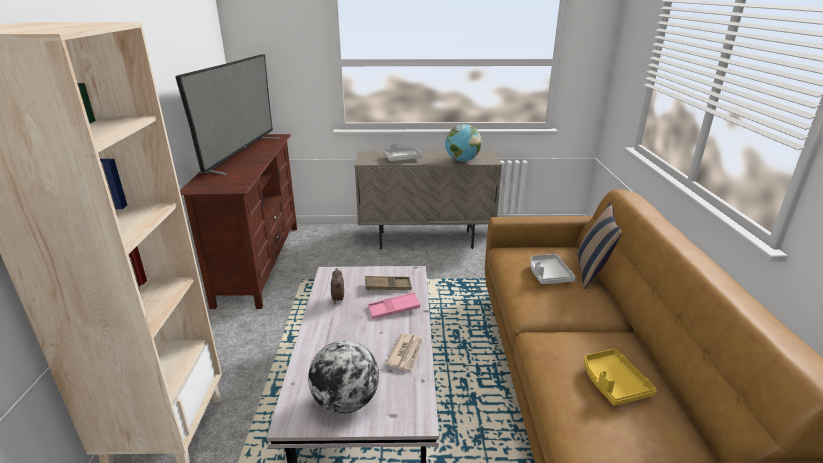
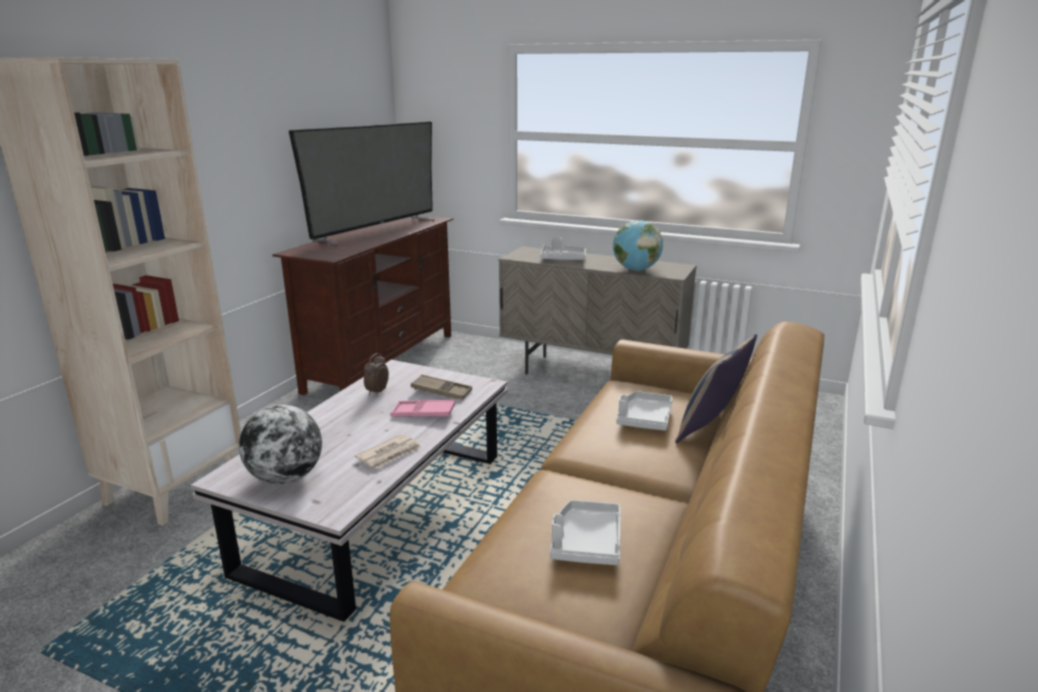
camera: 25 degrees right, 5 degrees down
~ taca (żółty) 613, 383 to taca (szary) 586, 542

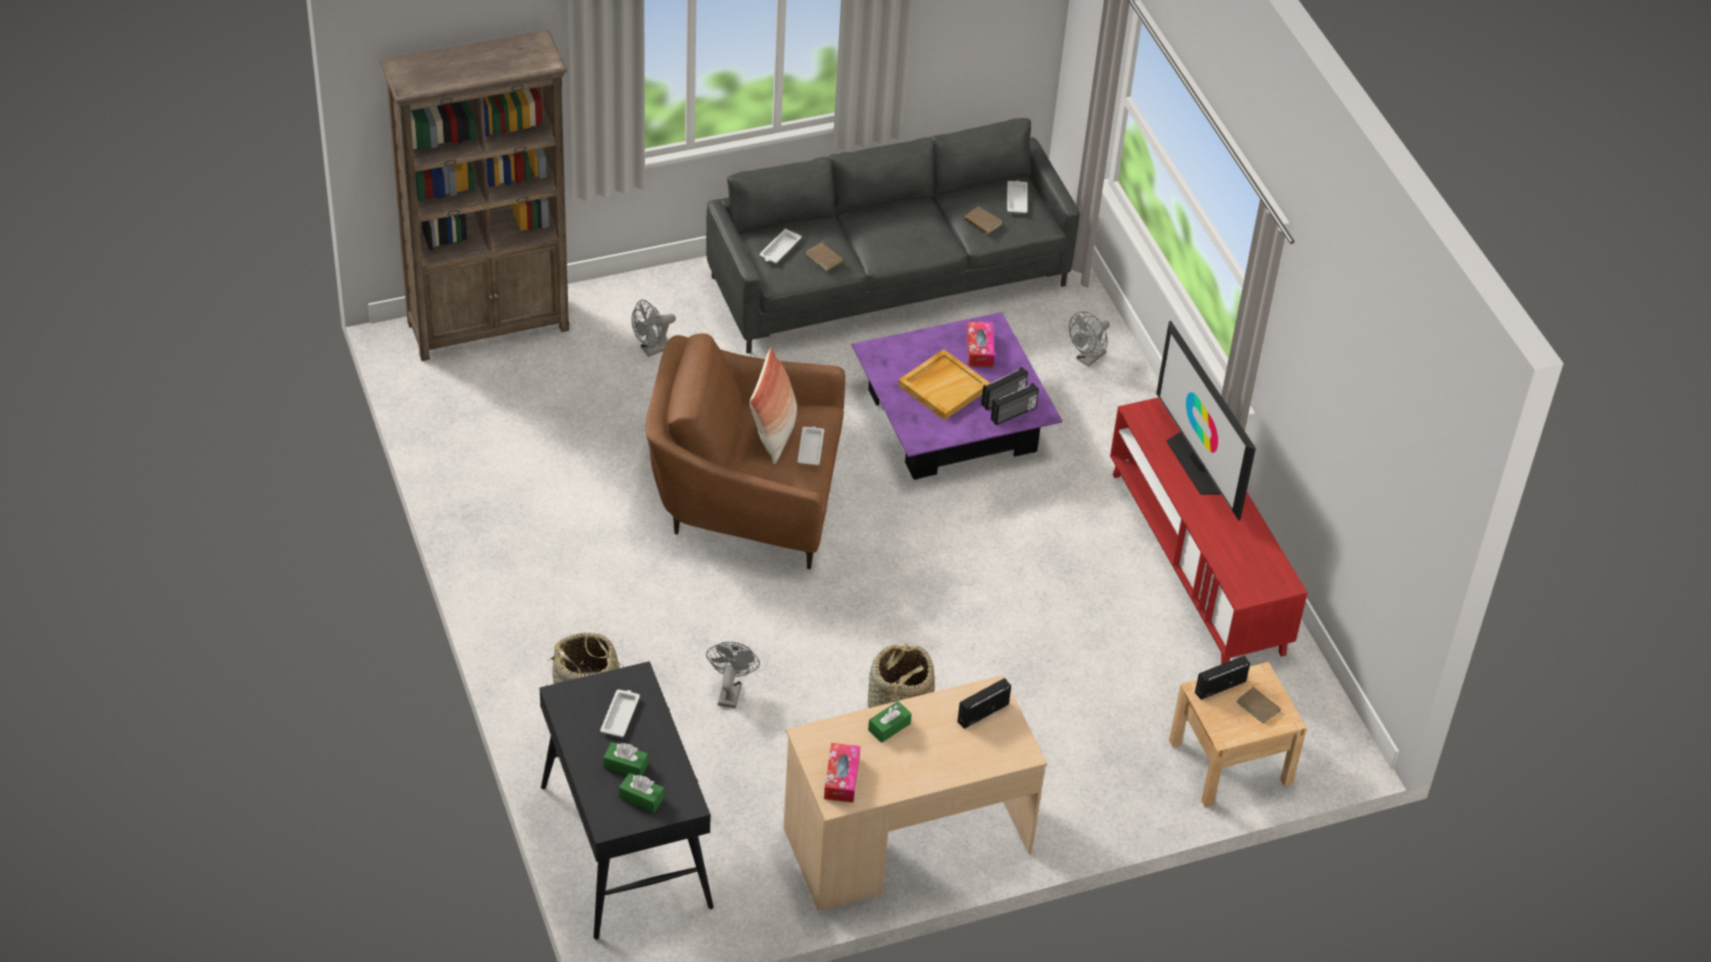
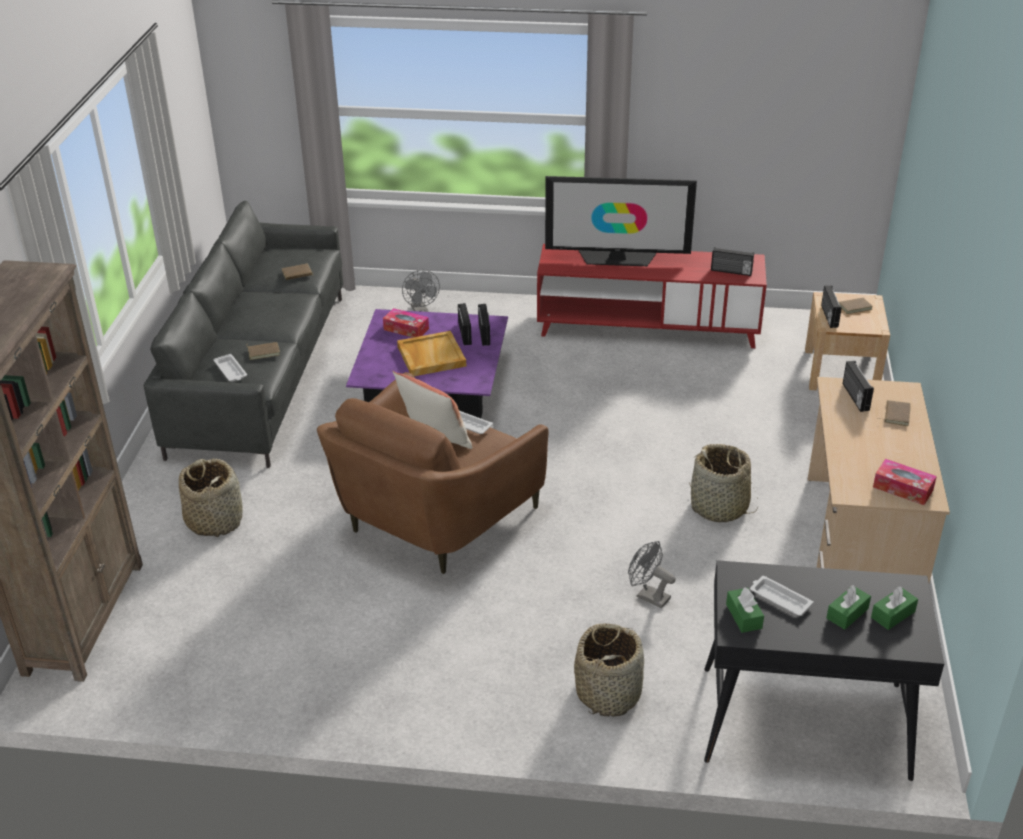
camera: 60 degrees left, 10 degrees down
~ wentylator (szary) 652, 350 to koszyk 215, 520
+ radio 731, 271
~ pudełko chusteczek (zielony) 889, 727 to 744, 616
+ książka (brązowy) 895, 414
- taca (biały) 1017, 199

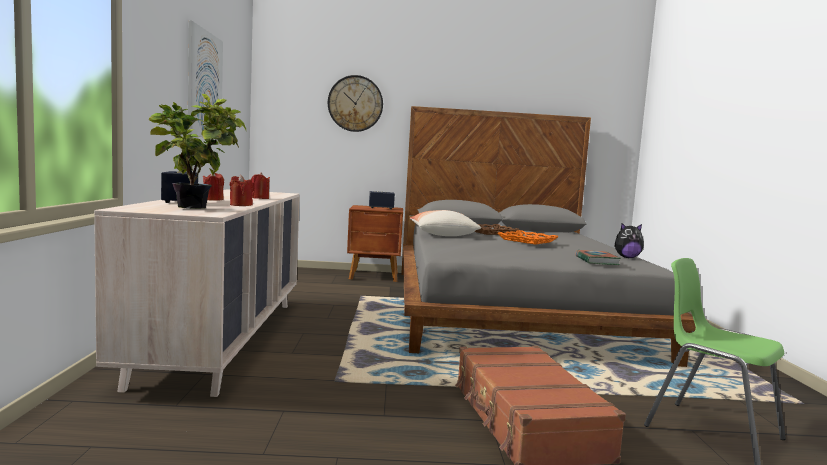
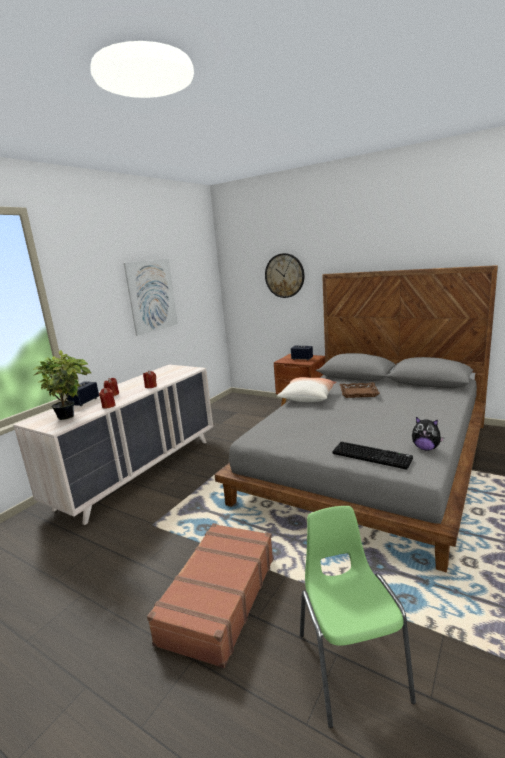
camera: 35 degrees right, 10 degrees up
~ książka 596, 261 to klawiatura 372, 456
- taca (pomarańczowy) 527, 241

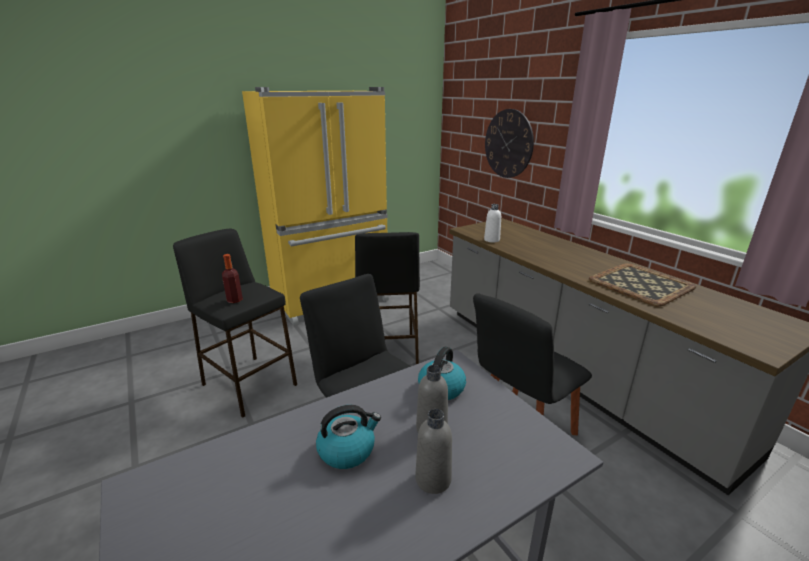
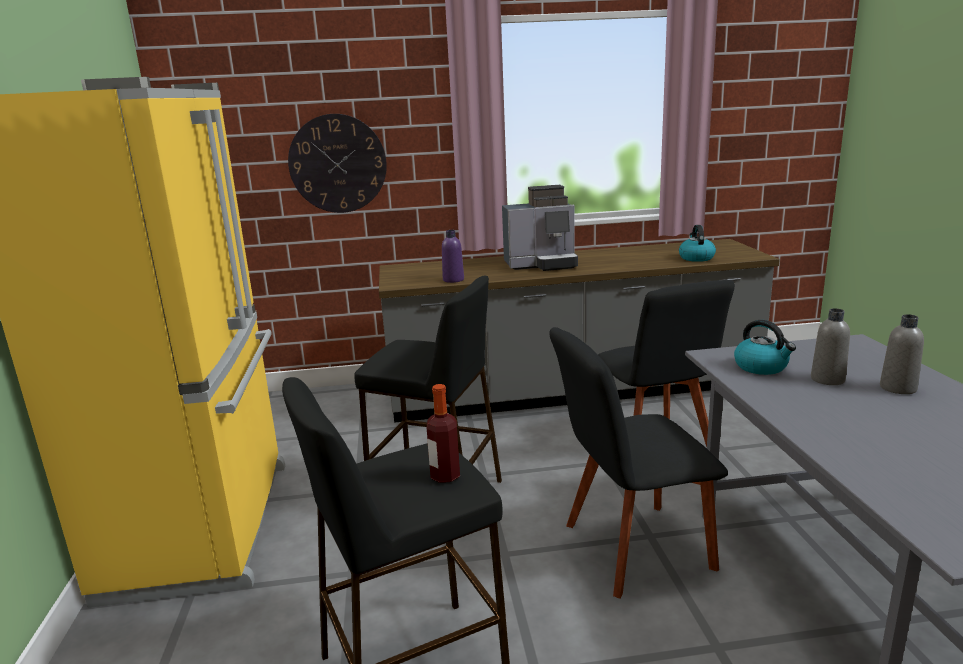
camera: 65 degrees left, 5 degrees down
~ butelka (biały) 491, 240 to butelka (fioletowy) 453, 280
+ ekspres do kawy 542, 264
~ czajnik 347, 450 to 696, 258
- taca 641, 284

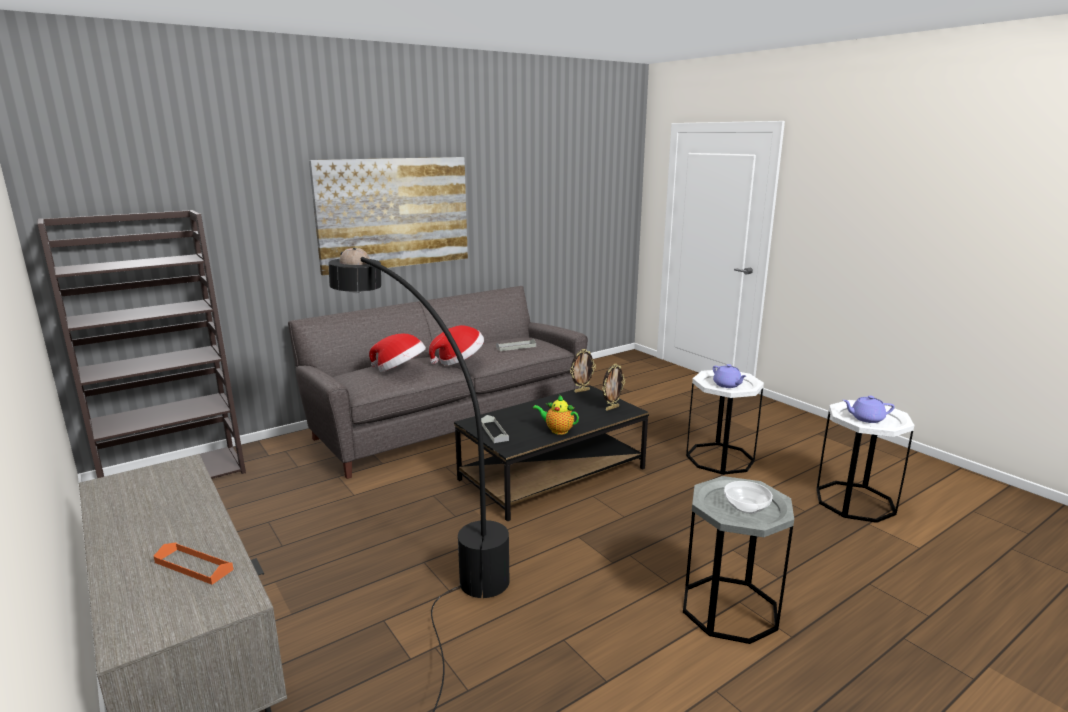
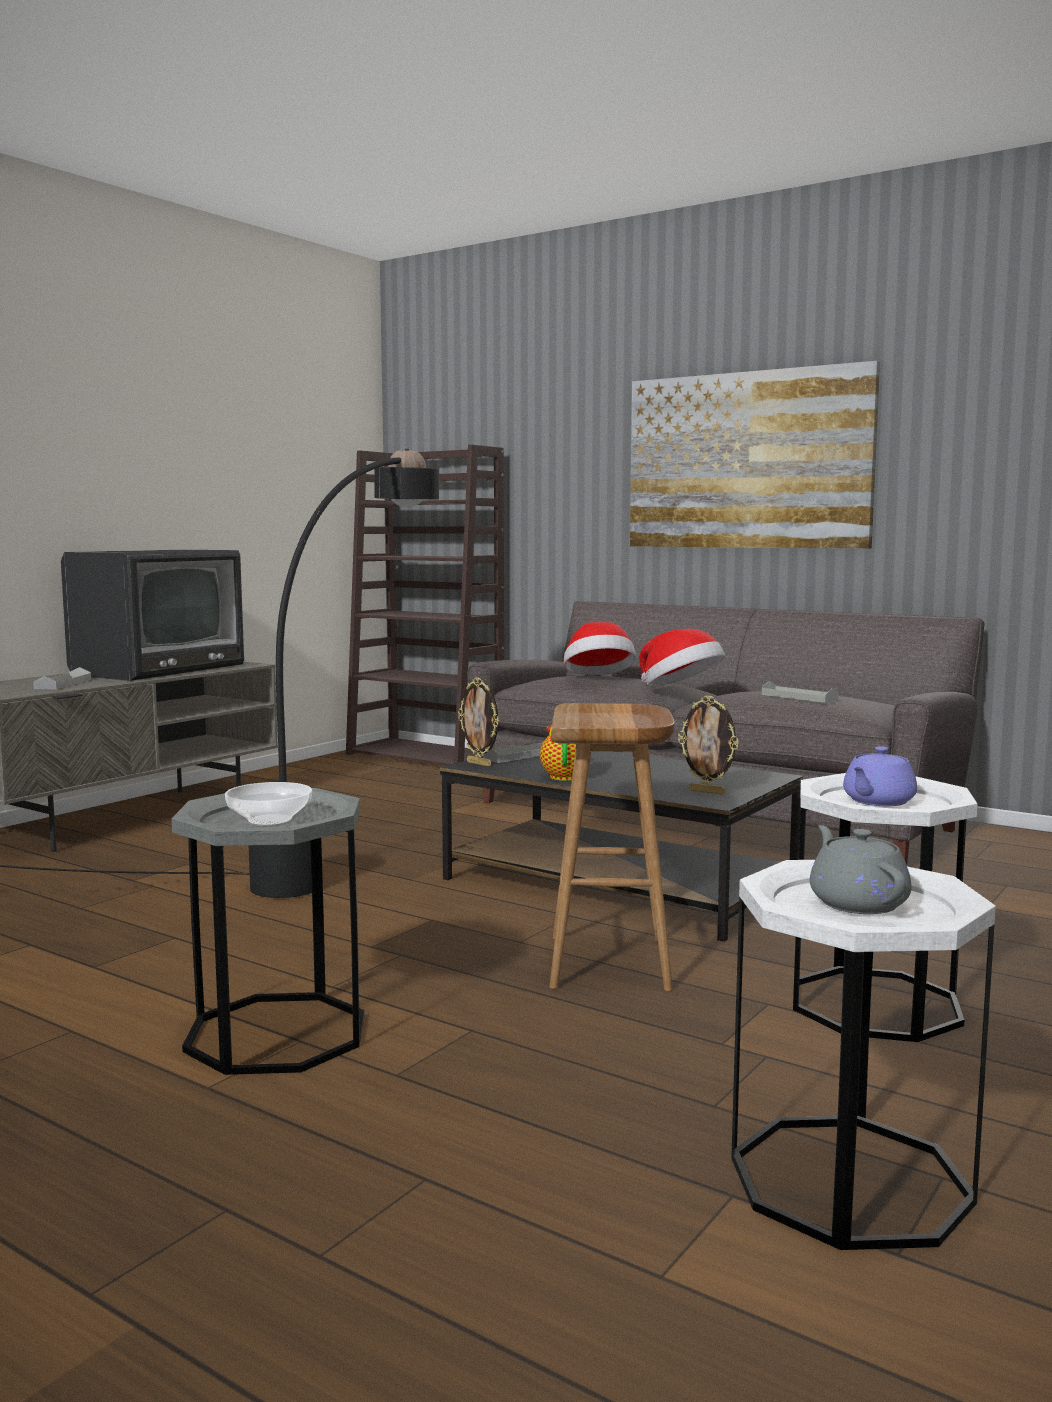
camera: 70 degrees right, 10 degrees down
~ taca (pomarańczowy) 193, 566 to taca (szary) 63, 684
+ telewizor 158, 669
~ ramka na zdjęcie 581, 391 to 480, 764
+ stołek (brązowy) 611, 963
~ imbryk (fioletowy) 866, 418 to imbryk (szary) 857, 903

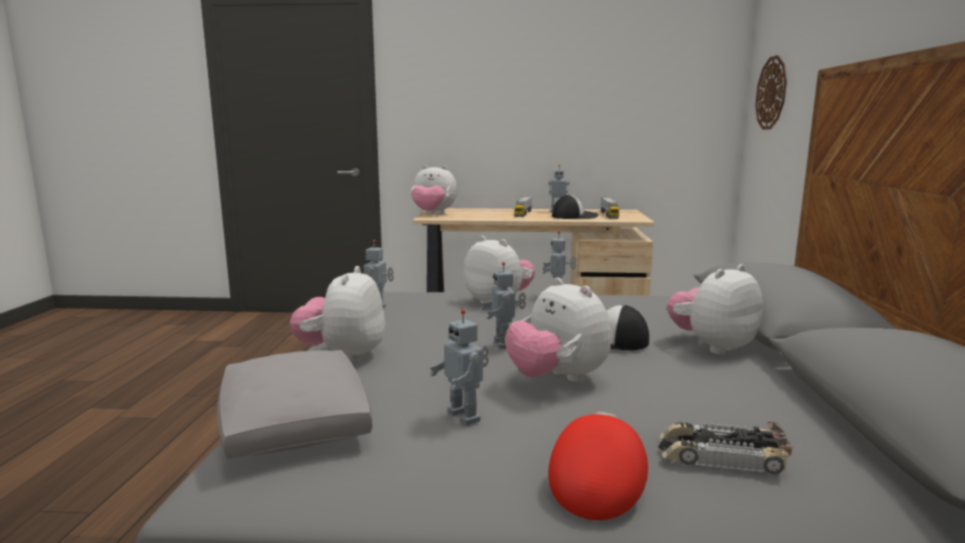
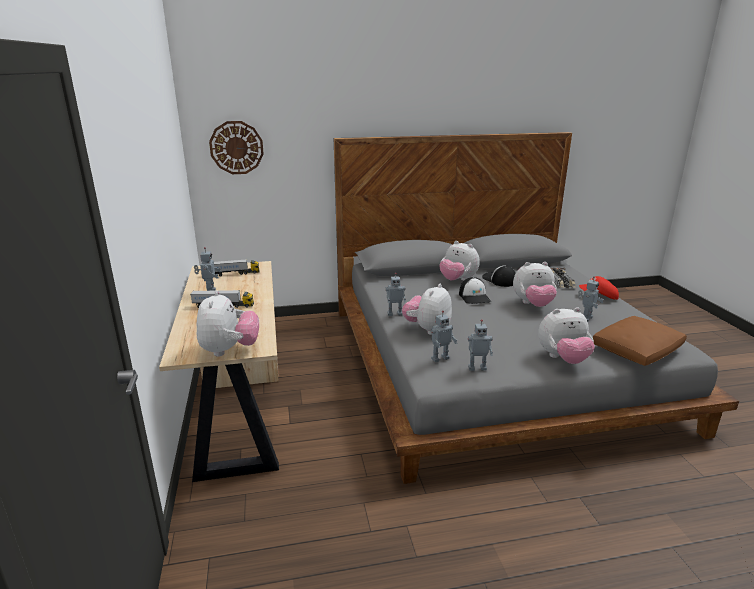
camera: 105 degrees left, 10 degrees up
~ robot zabawkowy 504, 344 to 439, 358
~ czapka z daszkiem 574, 216 to 499, 280
~ pluszak 557, 379 = 533, 304 45 degrees clockwise
~ poduszka (szary) 295, 424 to poduszka (brązowy) 637, 350

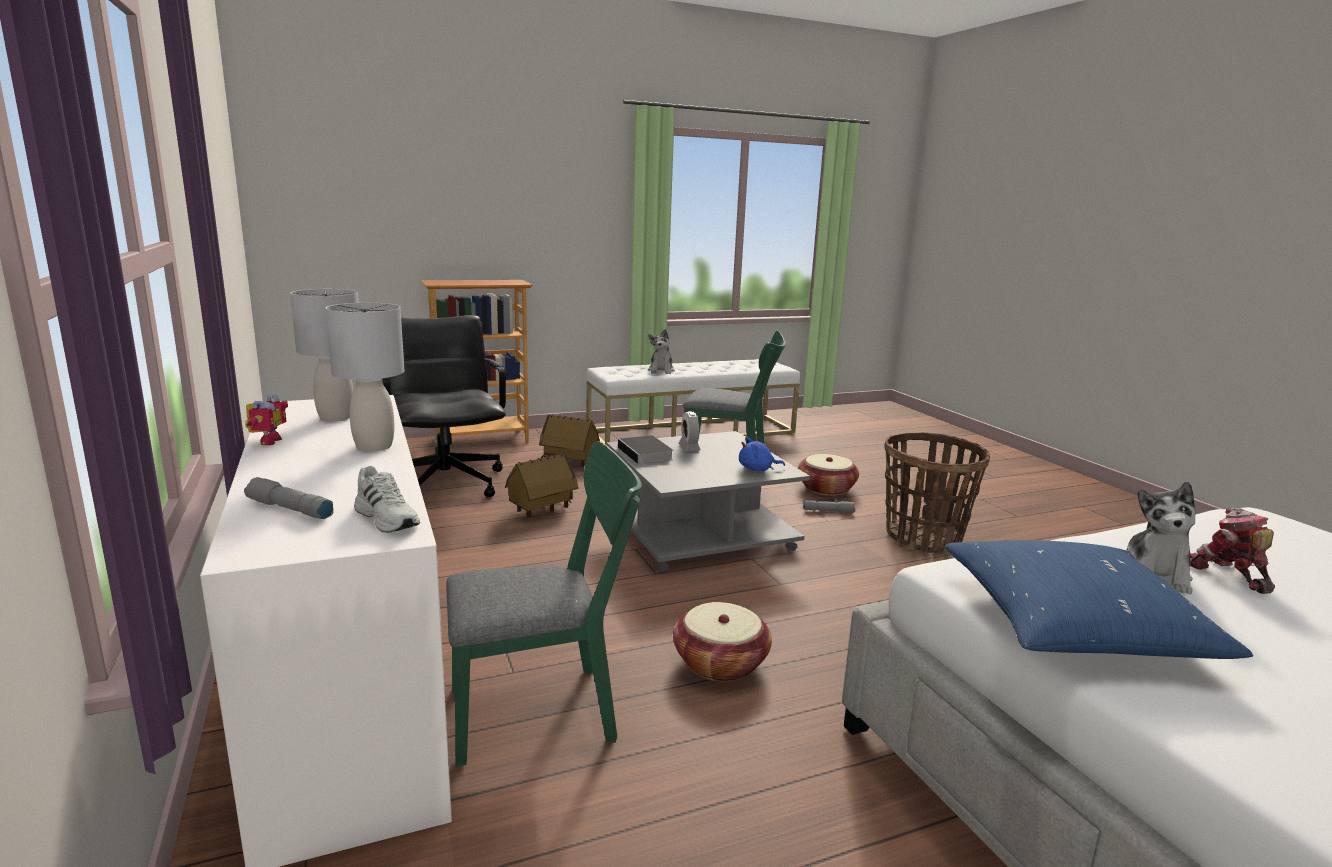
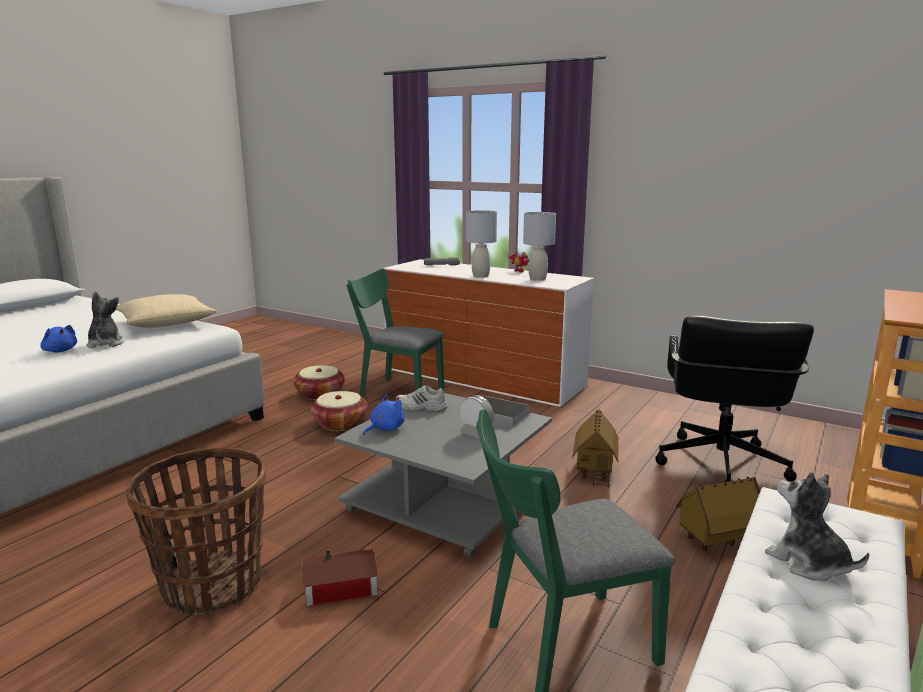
camera: 145 degrees right, 0 degrees up
~ robot zabawkowy 1228, 574 to pluszak (niebieski) 60, 351
~ poduszka (niebieski) 1073, 625 to poduszka (beżowy) 166, 323
~ koszyk 826, 489 to 320, 394
~ latarka (szary) 828, 511 to domek 343, 588
~ krzesło (zielony) 546, 711 = 396, 391 75 degrees clockwise
~ but (biały) 388, 518 to 421, 408
~ krzesło biurowe (czarny) 446, 483 = 719, 464 75 degrees clockwise

